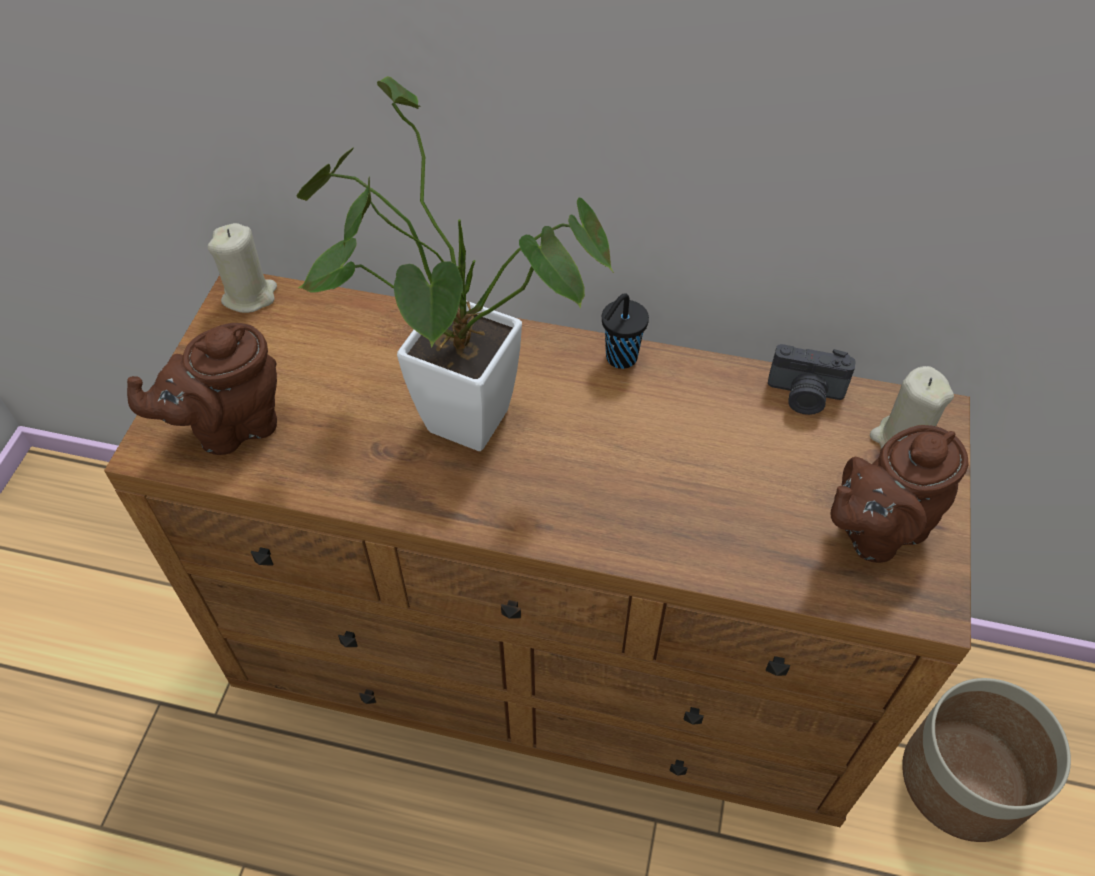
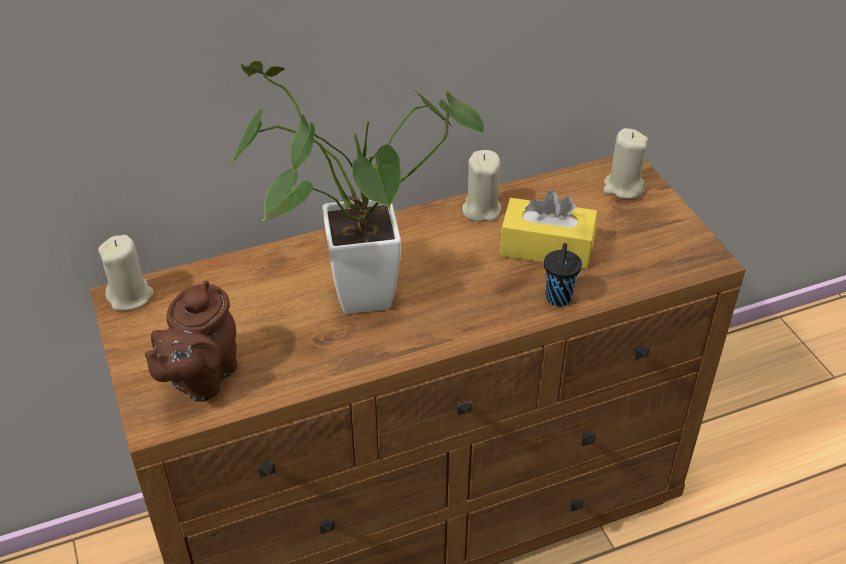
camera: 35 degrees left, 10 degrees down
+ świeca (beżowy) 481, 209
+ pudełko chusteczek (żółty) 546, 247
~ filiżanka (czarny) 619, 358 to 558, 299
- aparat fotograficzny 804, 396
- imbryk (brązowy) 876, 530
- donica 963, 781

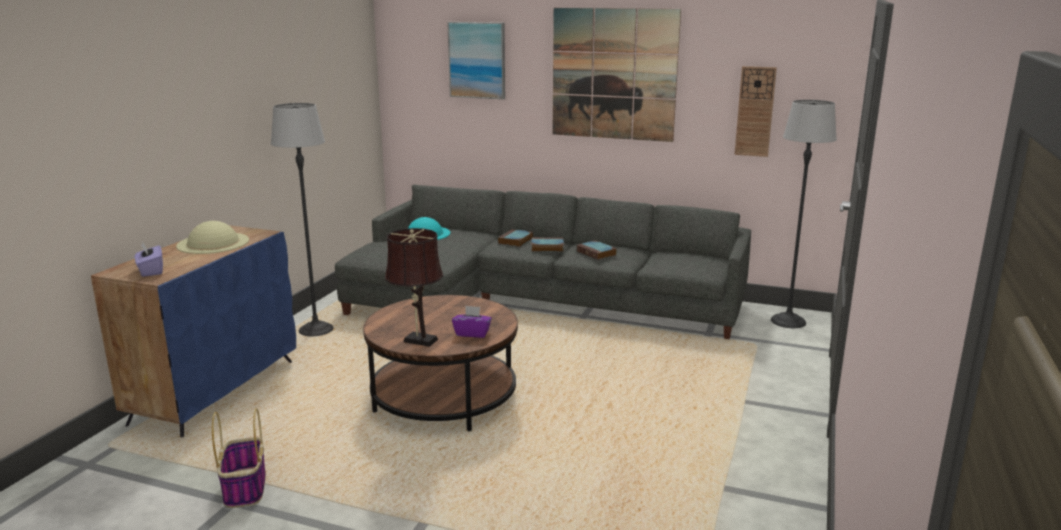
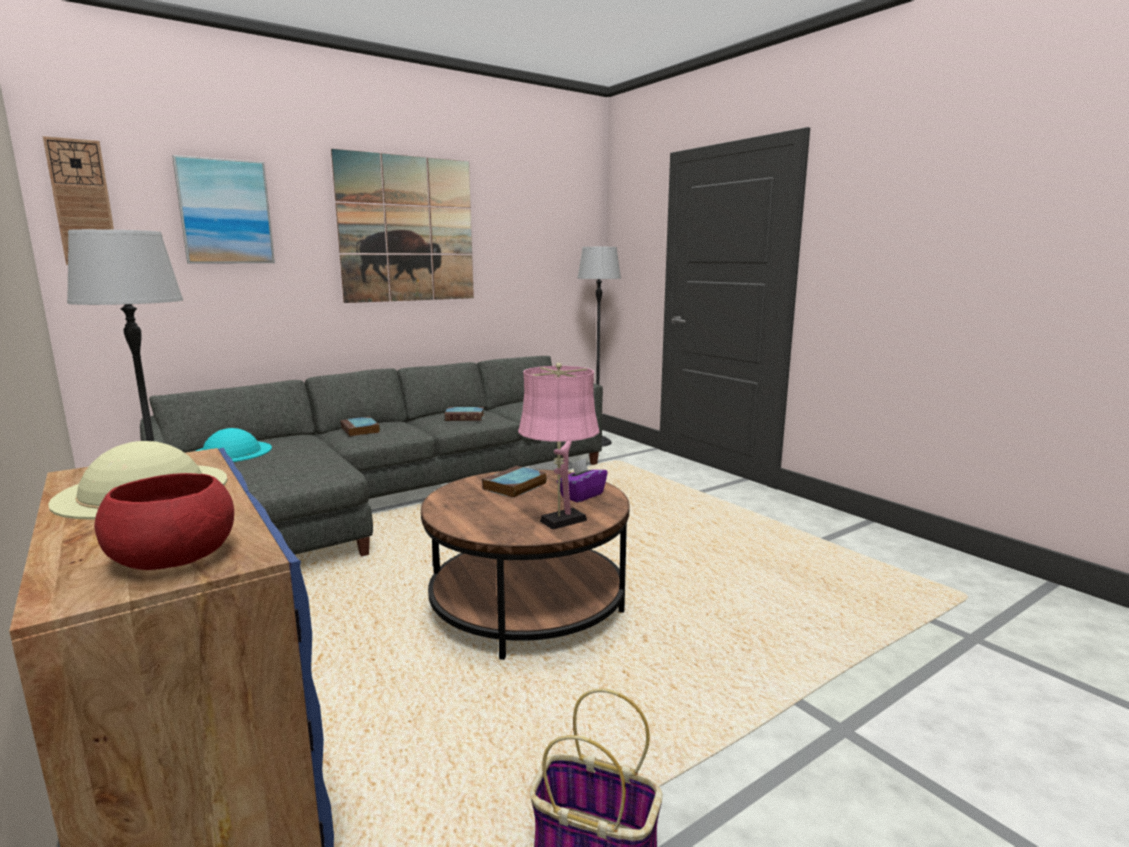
camera: 55 degrees left, 5 degrees down
~ zegar ścienny 755, 111 to 82, 203
~ pudełko chusteczek (fioletowy) 151, 271 to miska (czerwony) 176, 557
~ książka 546, 247 to 514, 486
~ lampa stołowa (brązowy) 417, 340 to lampa stołowa (różowy) 559, 521

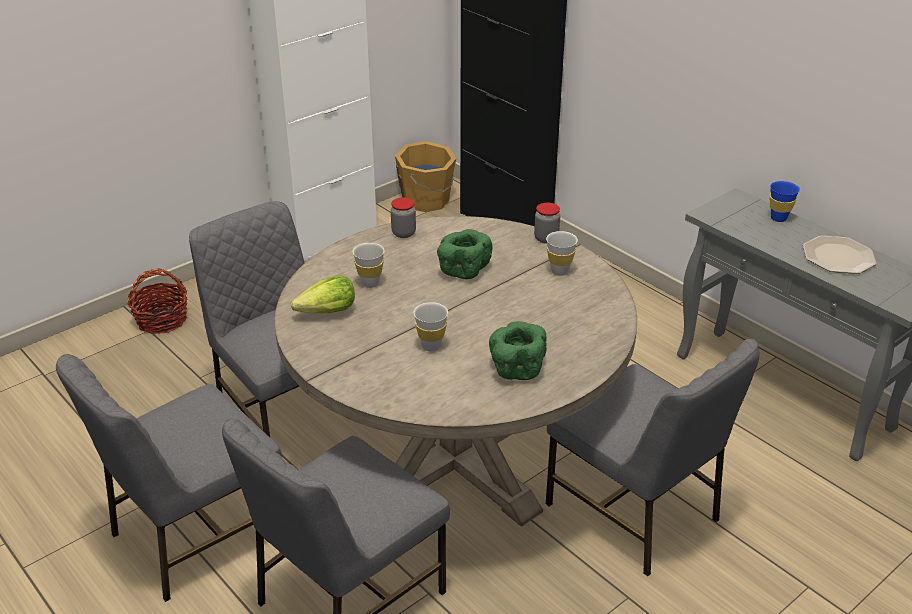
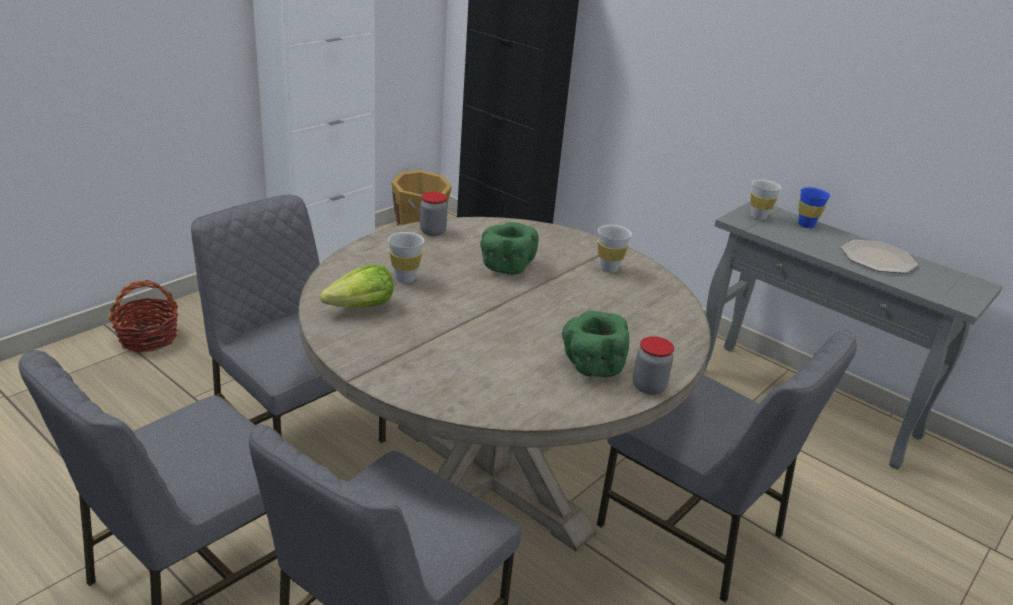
camera: 10 degrees left, 5 degrees down
~ słoik 546, 238 to 648, 387
~ filiżanka (biały) 431, 346 to 758, 217

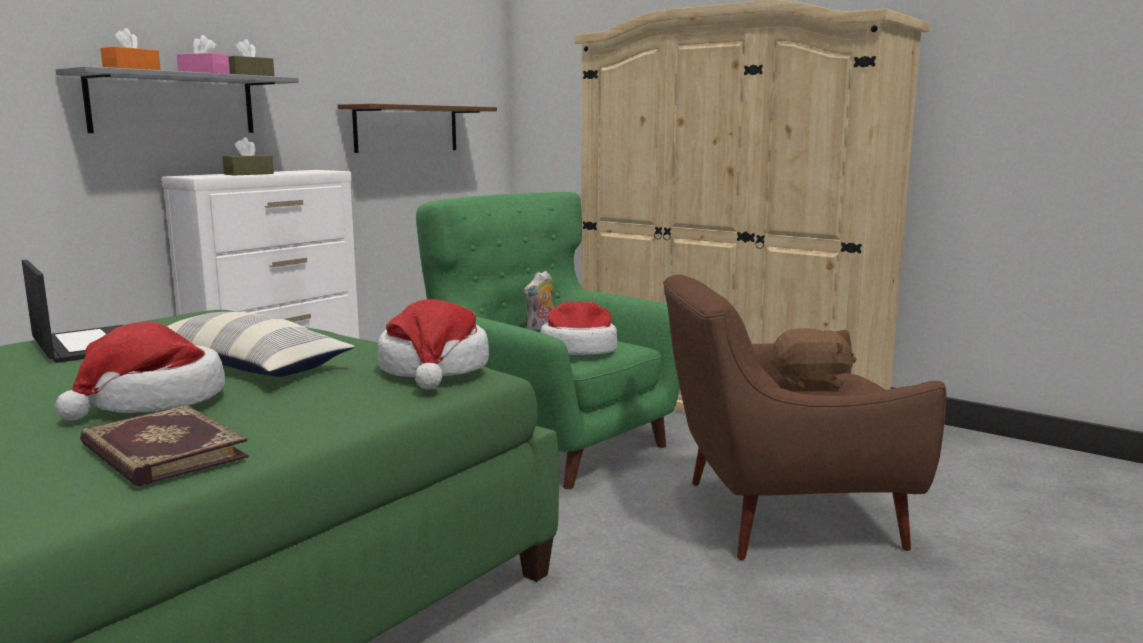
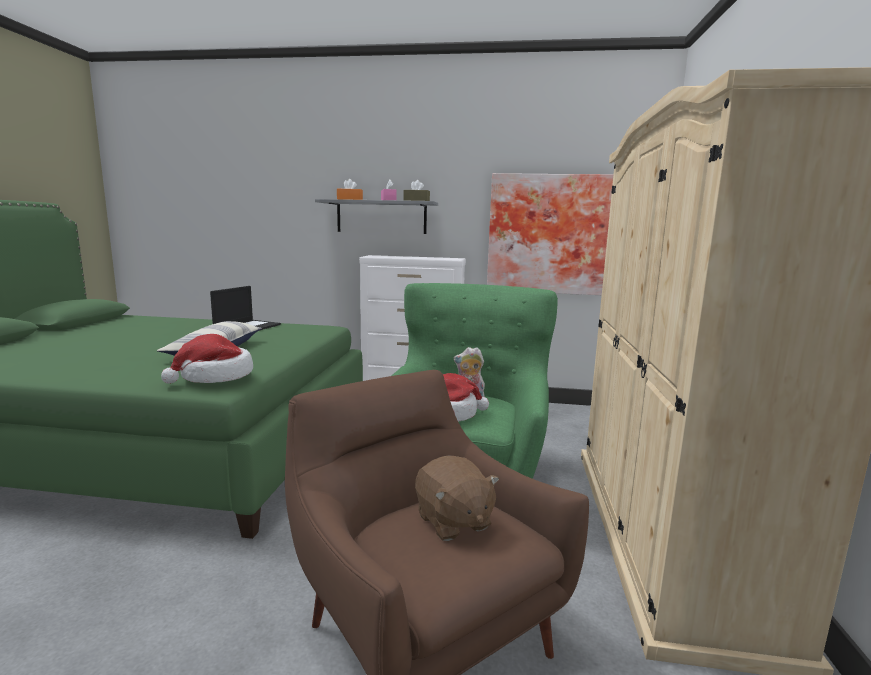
camera: 60 degrees right, 0 degrees up
~ półka (brązowy) 406, 128 to obraz 547, 234
- kapelusz 154, 401
- książka 161, 452
- pudełko chusteczek (brązowy) 249, 174

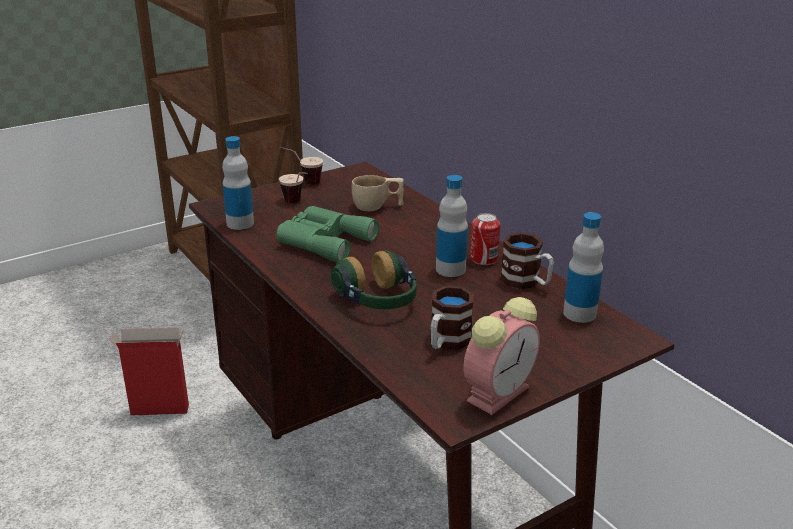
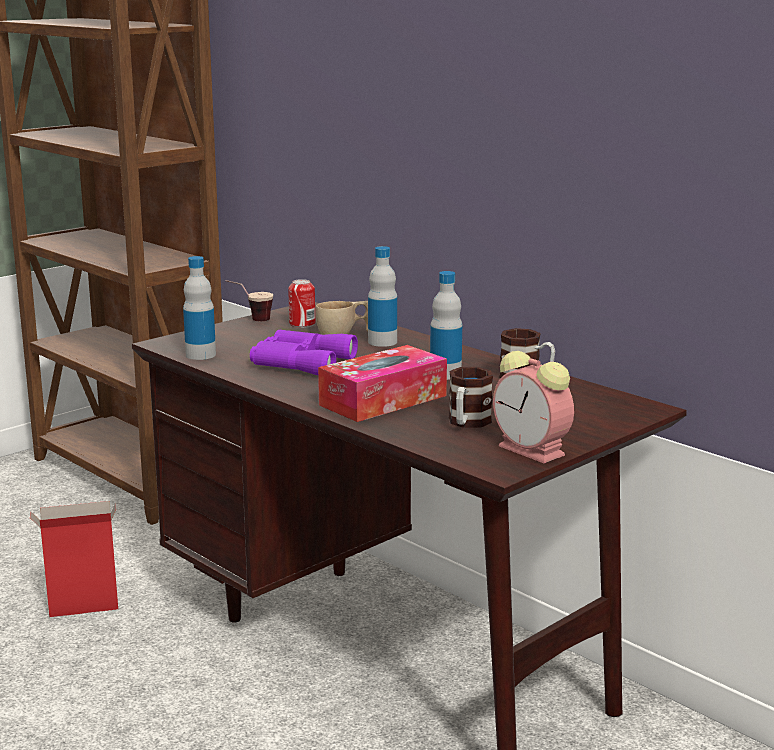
camera: 10 degrees left, 10 degrees down
~ lornetka (zielony) 323, 240 to lornetka (fioletowy) 299, 362
~ puszka 484, 259 to 302, 324
~ słuchawki 378, 301 to pudełko chusteczek 383, 400
~ butelka 579, 313 to 382, 342
~ budzik 499, 392 = 534, 451 105 degrees clockwise
- filiżanka 297, 204

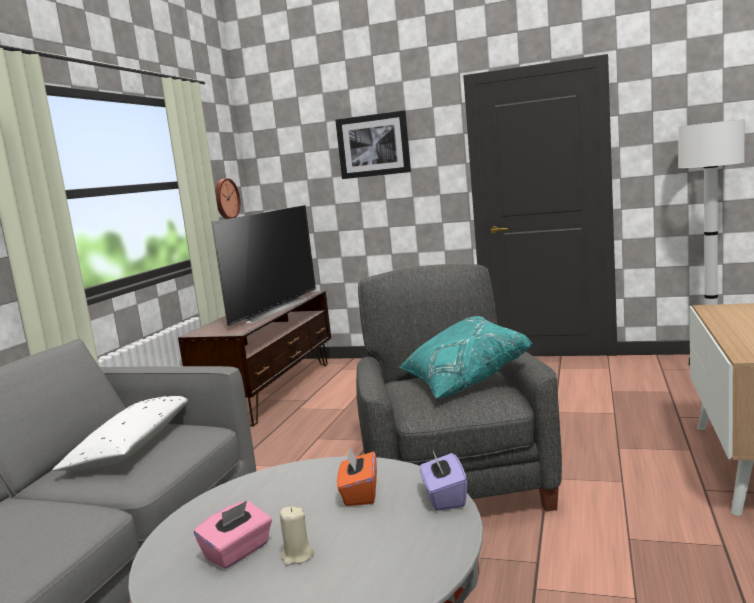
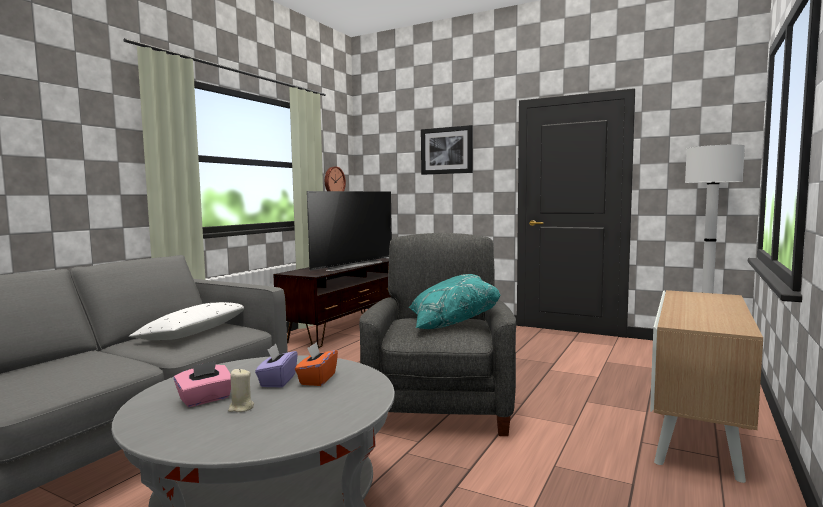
camera: 10 degrees right, 5 degrees down
~ pudełko chusteczek (fioletowy) 444, 498 to 277, 381

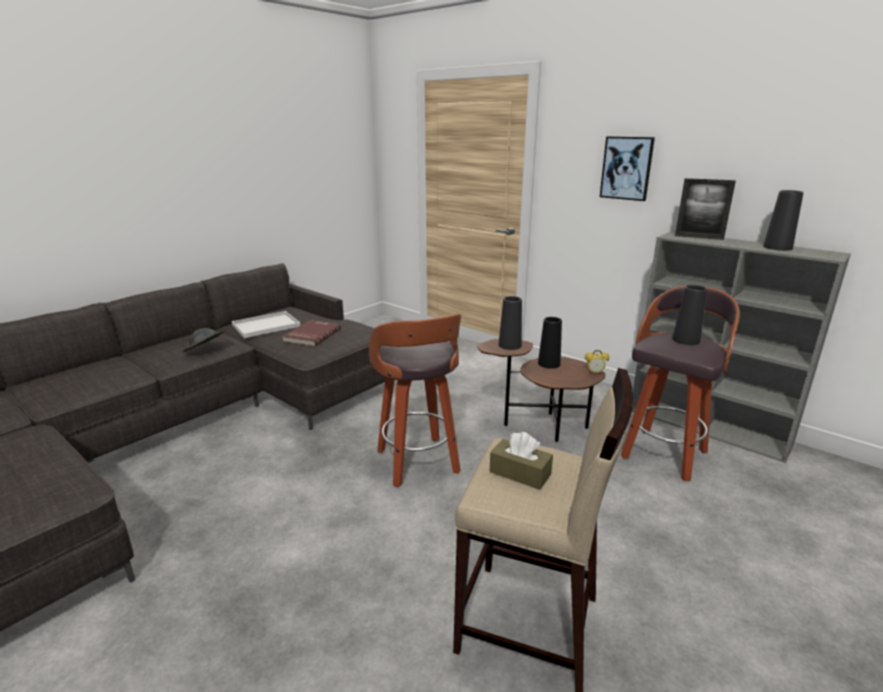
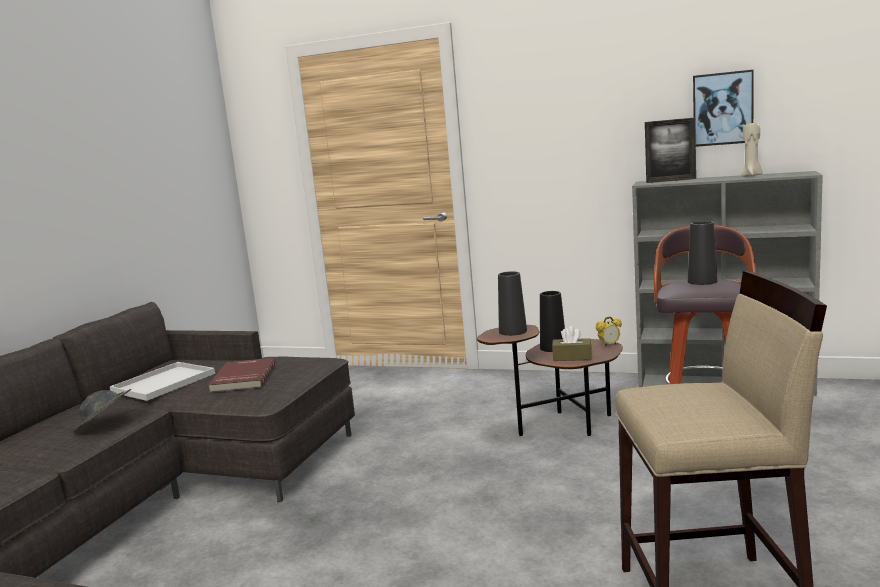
camera: 20 degrees left, 10 degrees down
~ pudełko chusteczek (brązowy) 520, 473 to 572, 357
~ obraz 626, 168 to 722, 108
~ wazon (czarny) 777, 247 to świeca (beżowy) 752, 176
- stołek 418, 463

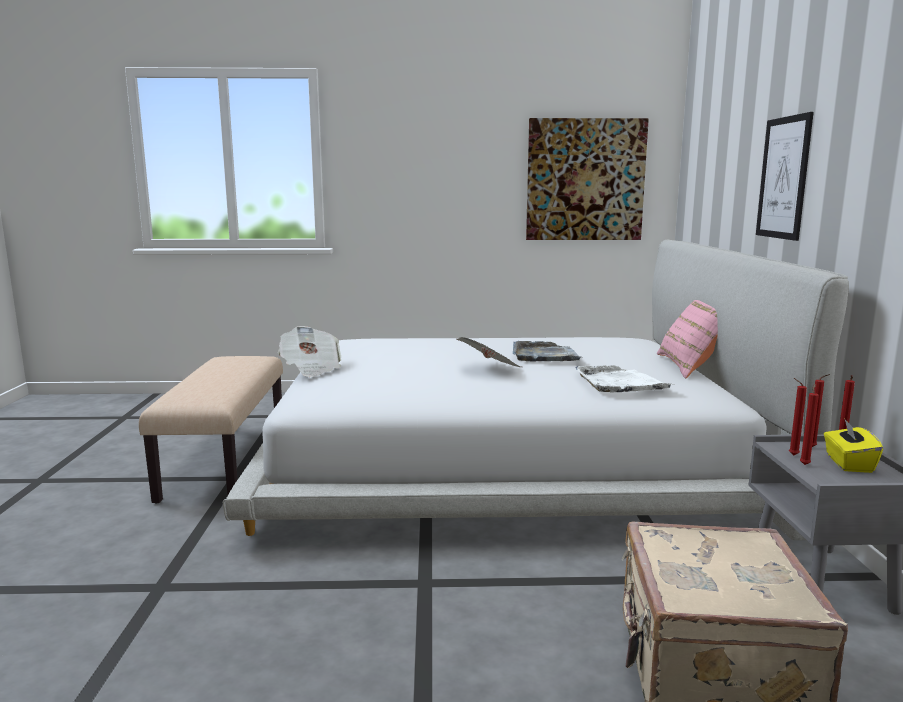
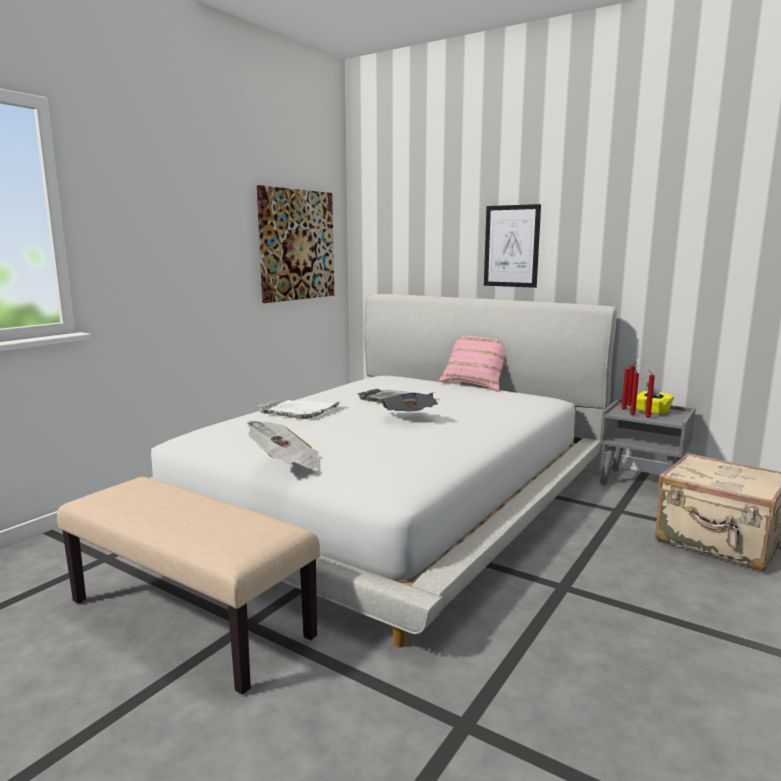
camera: 55 degrees left, 0 degrees up
~ taca (biały) 619, 383 to 299, 411

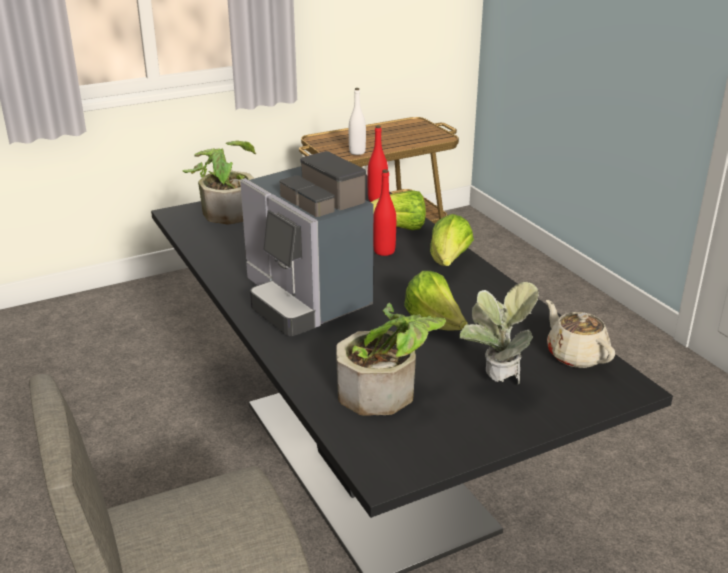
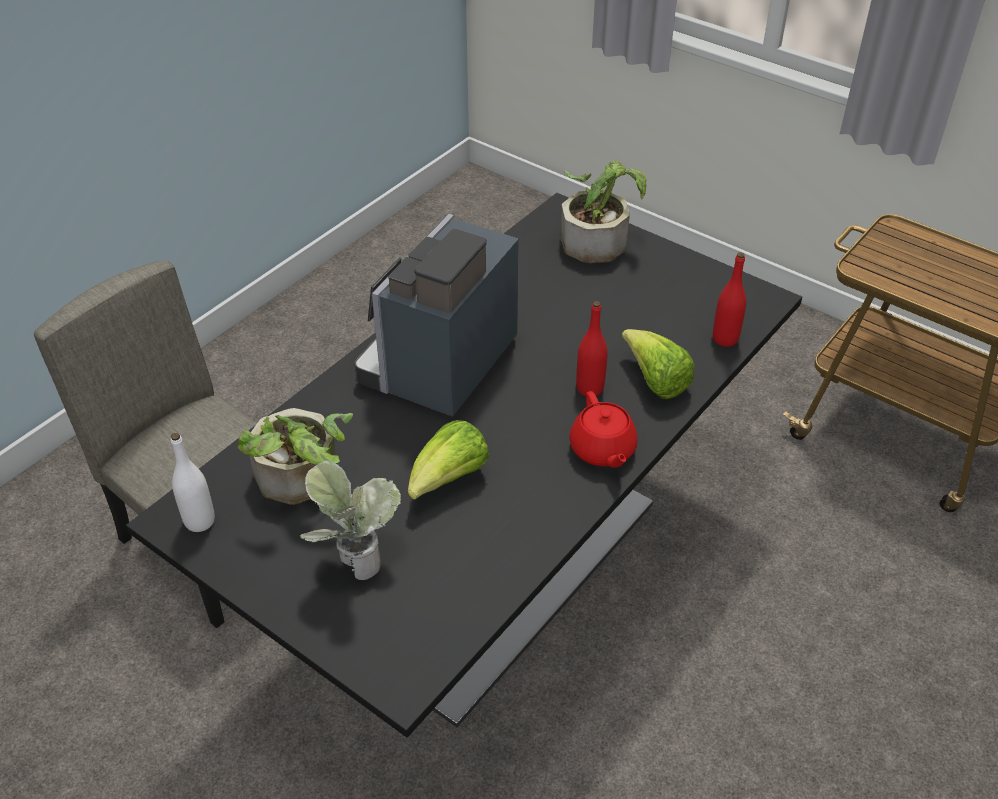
camera: 65 degrees right, 15 degrees up
~ butelka (biały) 357, 152 to 199, 521
~ sałata 449, 262 to imbryk (czerwony) 602, 450
- imbryk (beżowy) 575, 355

